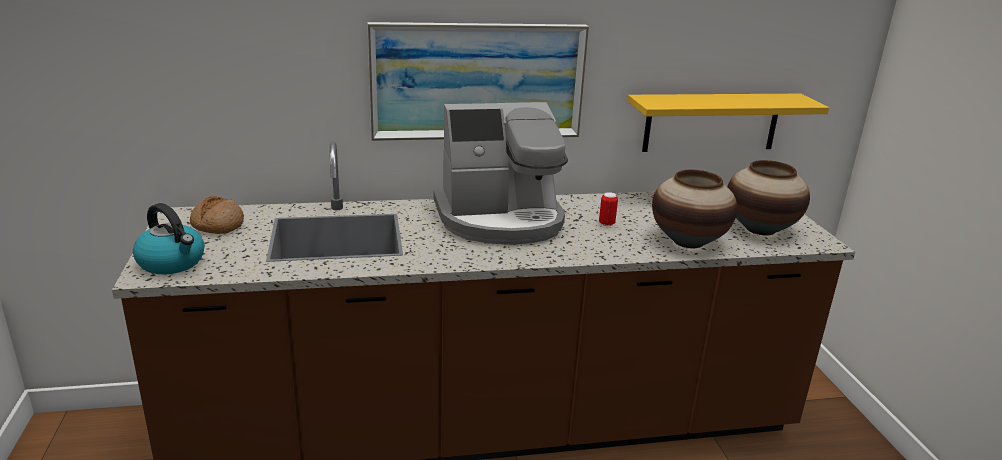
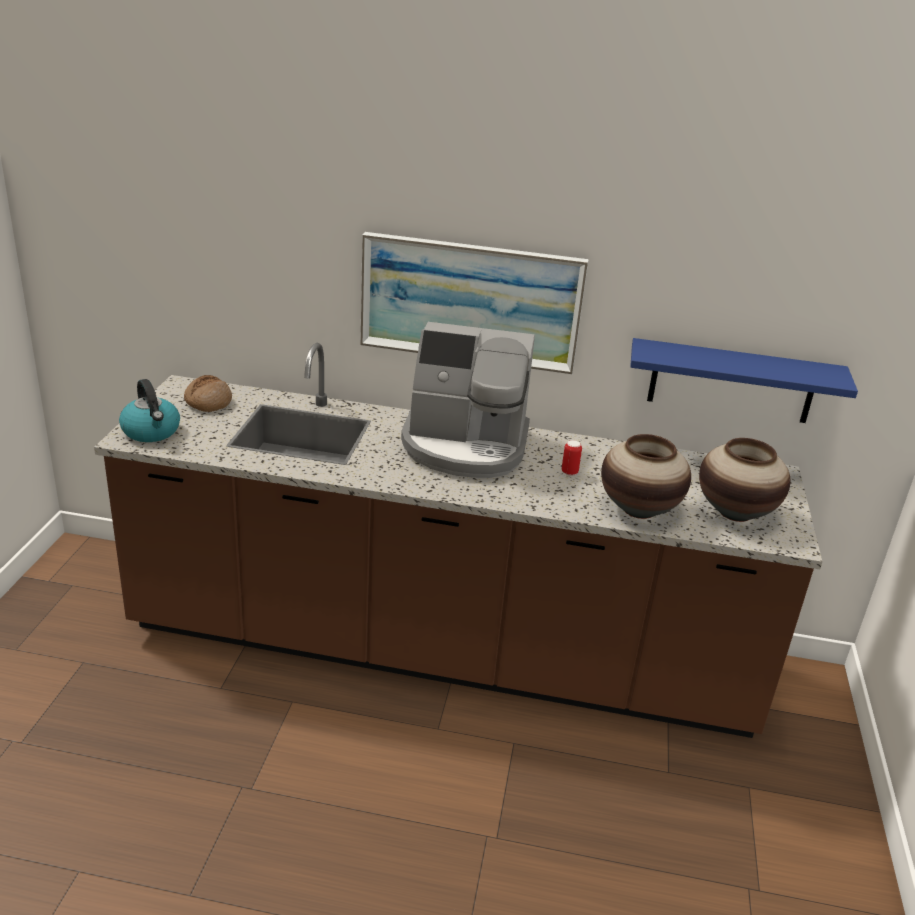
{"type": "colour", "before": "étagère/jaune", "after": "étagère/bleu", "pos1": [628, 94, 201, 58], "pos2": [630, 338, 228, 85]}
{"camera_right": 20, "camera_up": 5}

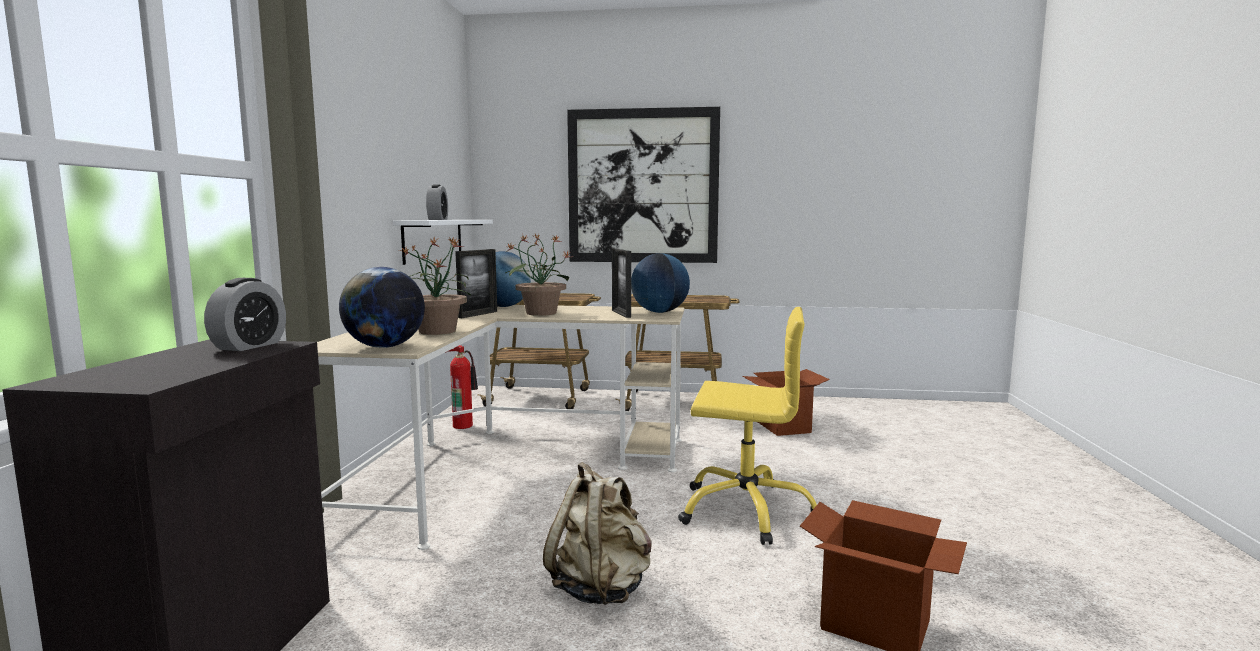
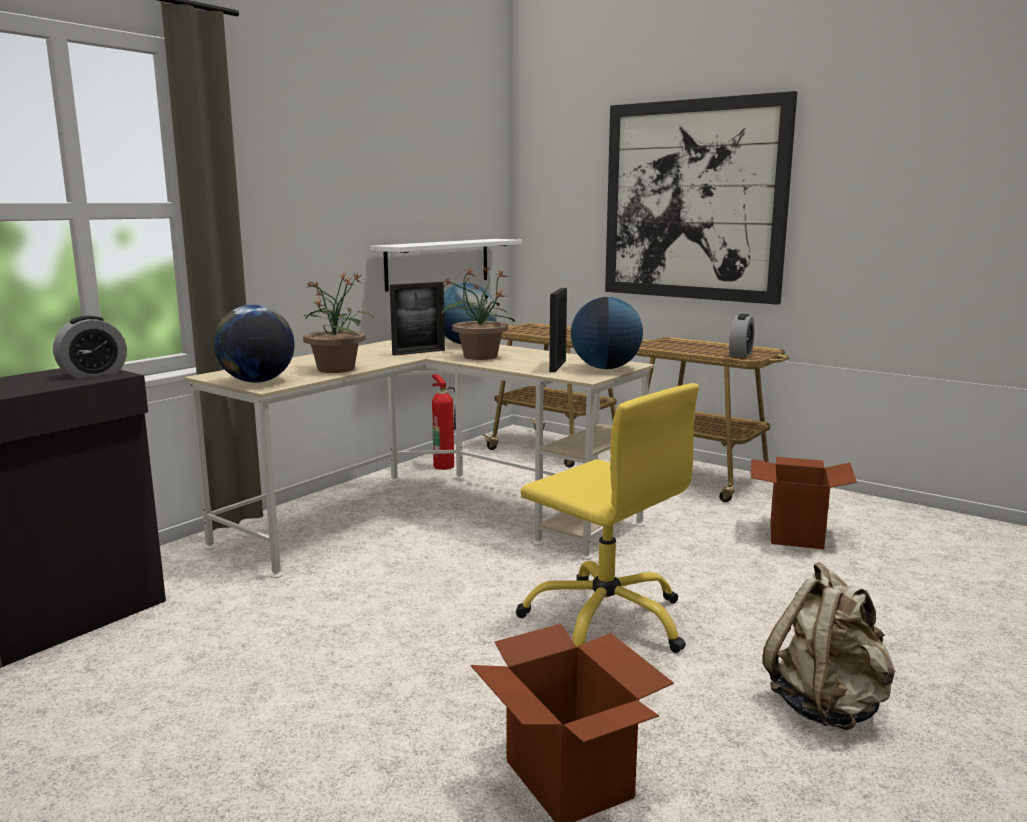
{"type": "relocated", "before": "réveil", "pos1": [426, 184, 22, 36], "pos2": [729, 314, 26, 44]}
{"type": "relocated", "before": "sac à dos/beige", "pos1": [543, 462, 109, 143], "pos2": [762, 562, 133, 168]}
{"camera_right": 30, "camera_up": 5}

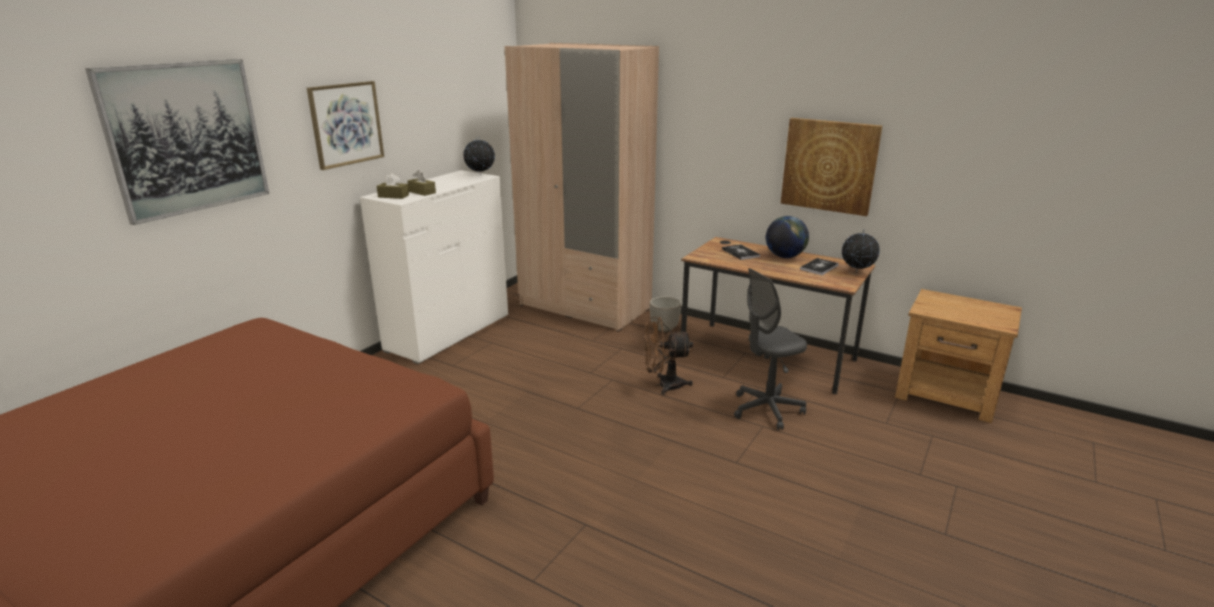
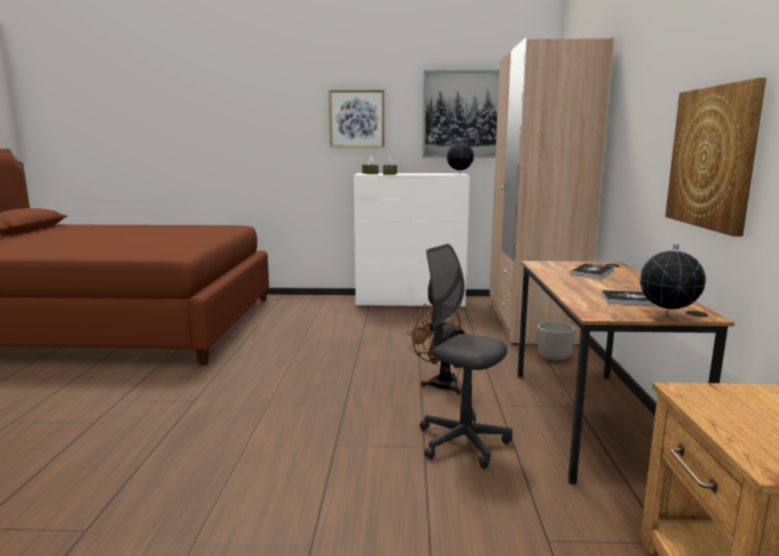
{"type": "relocated", "before": "tableau", "pos1": [85, 59, 184, 166], "pos2": [423, 70, 76, 88]}
{"type": "missing", "before": "globe", "pos1": [766, 216, 43, 42]}
{"camera_right": 60, "camera_up": -10}

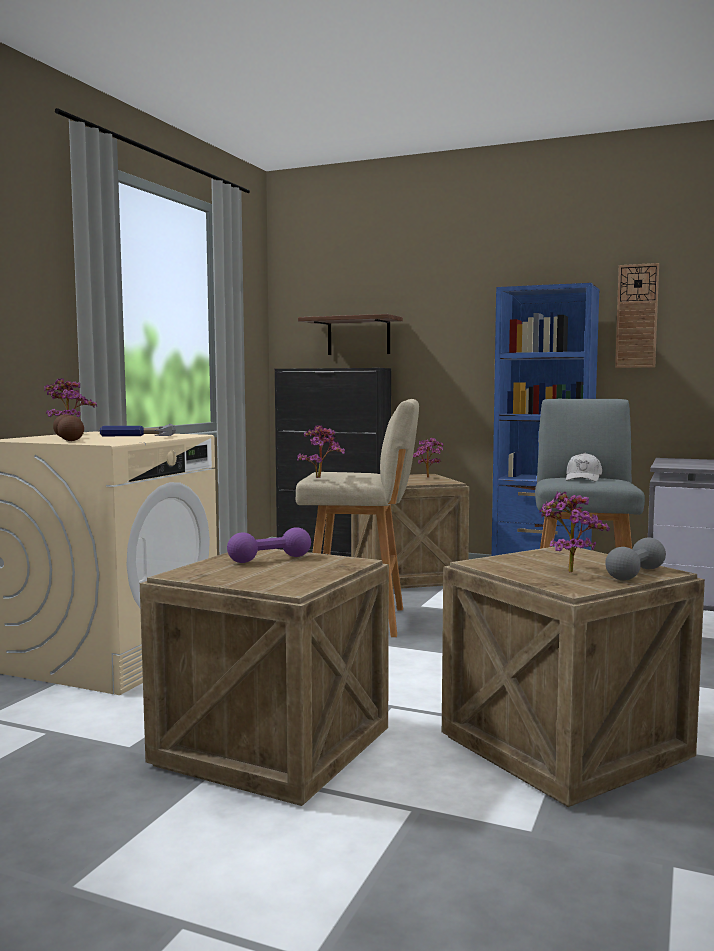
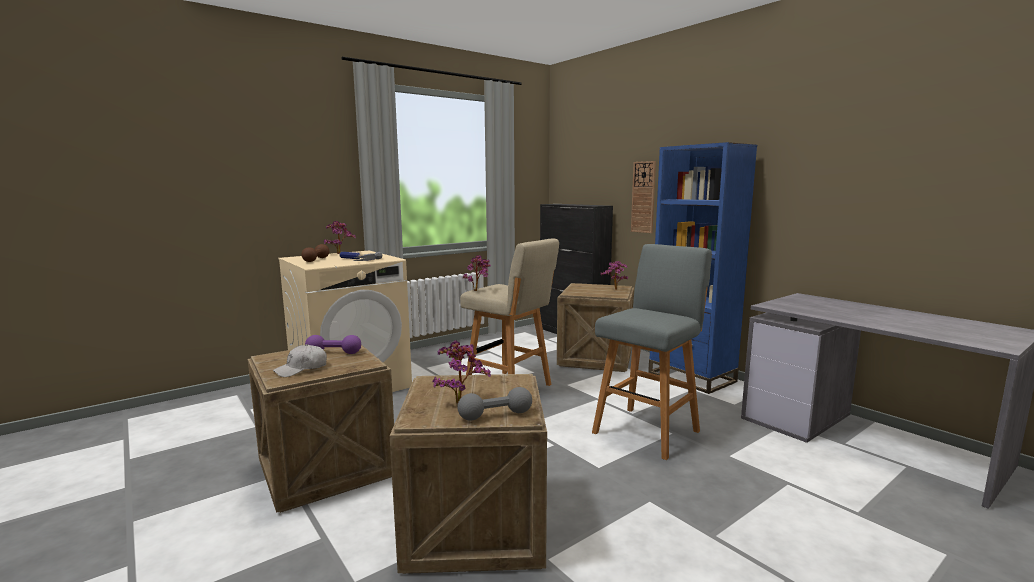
{"type": "relocated", "before": "horloge murale", "pos1": [615, 263, 44, 105], "pos2": [631, 161, 25, 72]}
{"type": "missing", "before": "étagère", "pos1": [298, 314, 105, 41]}
{"type": "relocated", "before": "casquette/blanc", "pos1": [566, 453, 36, 28], "pos2": [273, 344, 54, 33]}
{"camera_right": 30, "camera_up": 5}

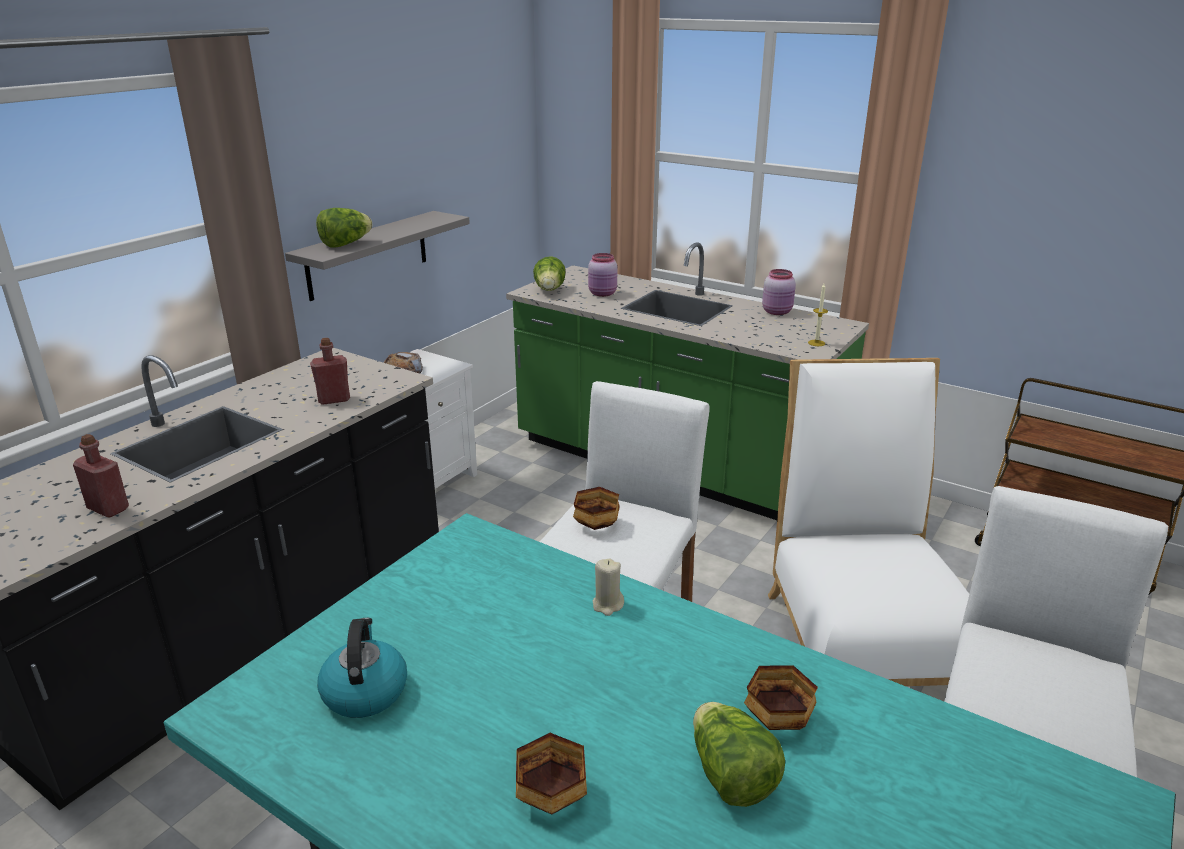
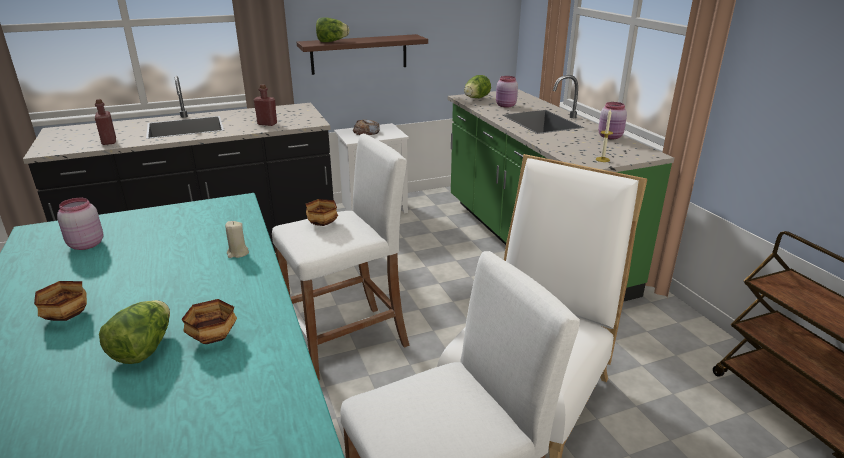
{"type": "colour", "before": "étagère/gris", "after": "étagère/marron", "pos1": [285, 211, 185, 90], "pos2": [297, 34, 131, 41]}
{"type": "exchanged", "before": "bouilloire", "after": "bocal/rose", "pos1": [318, 618, 89, 100], "pos2": [57, 198, 46, 52]}
{"camera_right": 35, "camera_up": 0}

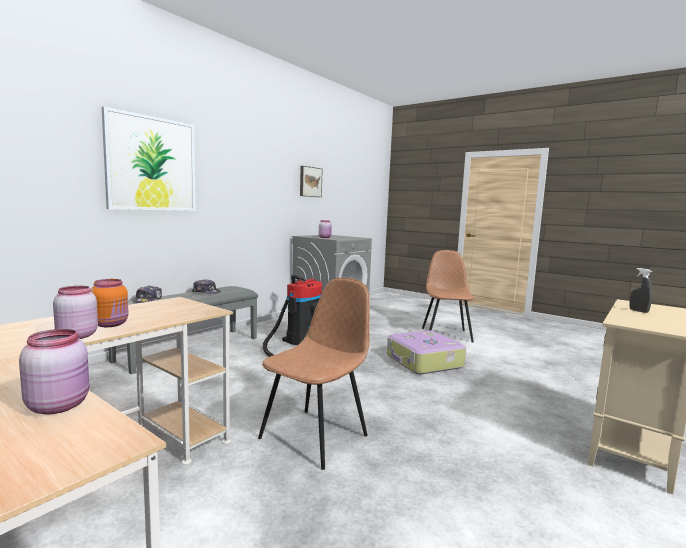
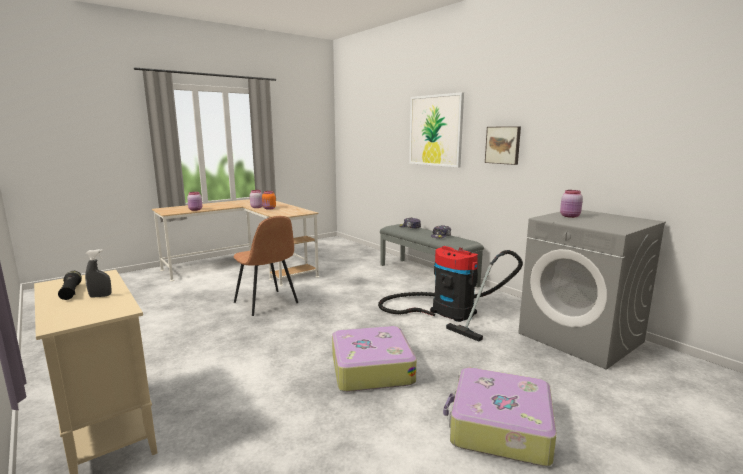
{"type": "relocated", "before": "tableau", "pos1": [300, 166, 23, 31], "pos2": [485, 126, 36, 39]}
{"type": "exchanged", "before": "chaise/marron", "after": "valise", "pos1": [422, 250, 52, 92], "pos2": [443, 368, 114, 98]}
{"type": "appeared", "after": "lampe de poche/noir", "pos2": [58, 271, 24, 29]}
{"camera_right": 105, "camera_up": 5}

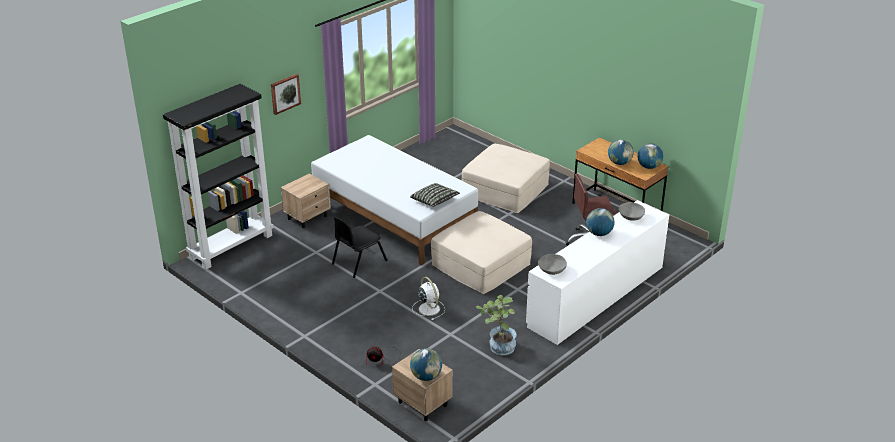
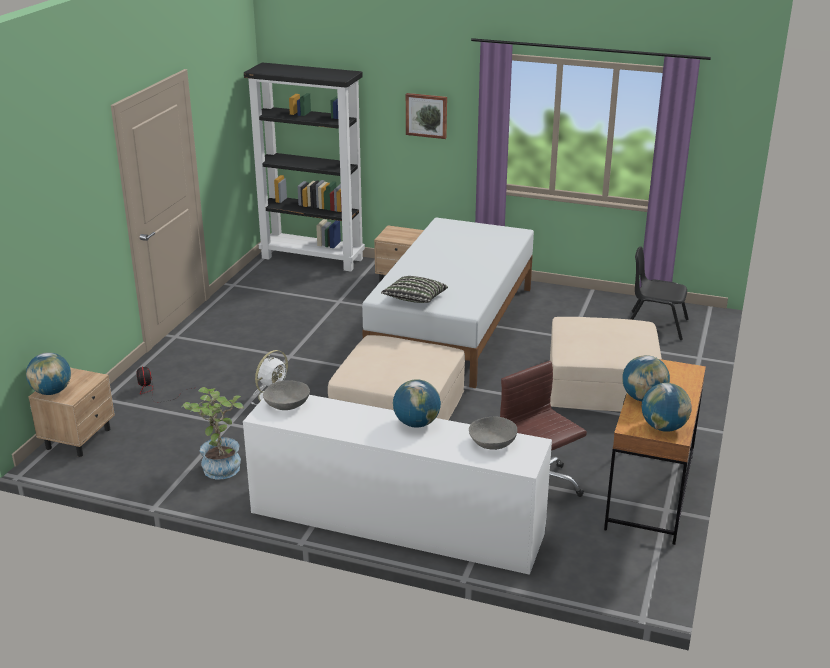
{"type": "relocated", "before": "chaise/noir", "pos1": [332, 217, 55, 61], "pos2": [630, 247, 59, 93]}
{"camera_right": 65, "camera_up": -5}

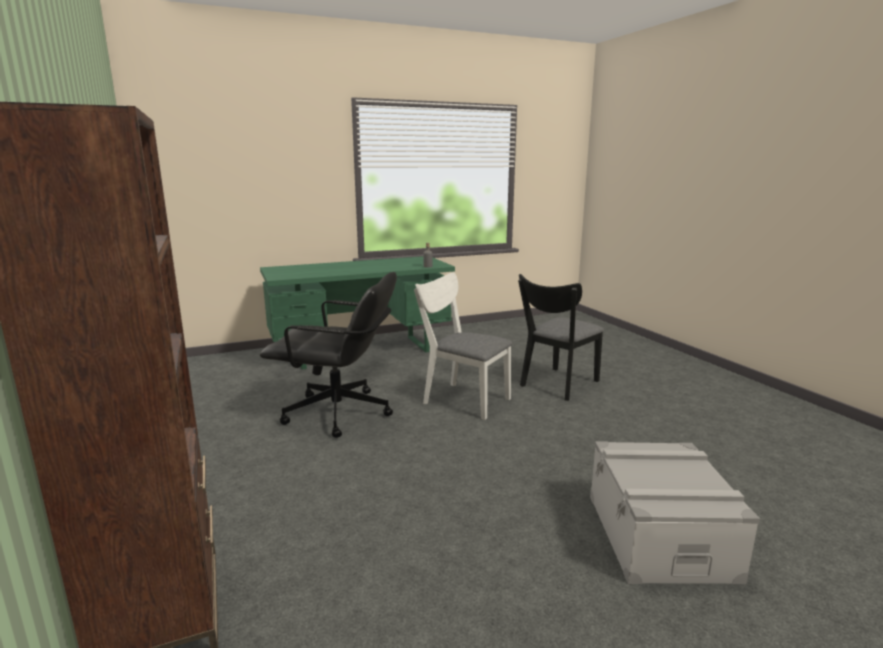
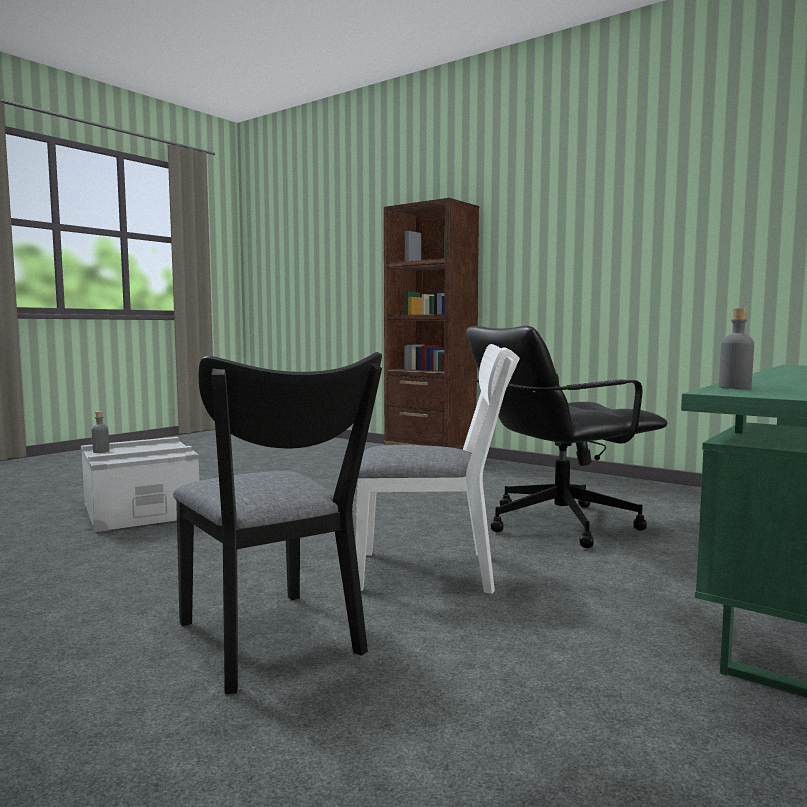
{"type": "spun", "before": "chaise/noir", "pos1": [518, 274, 86, 127], "pos2": [173, 352, 209, 342], "turn": 135}
{"type": "appeared", "after": "bouteille/gris", "pos2": [92, 411, 17, 42]}
{"camera_right": 150, "camera_up": -10}

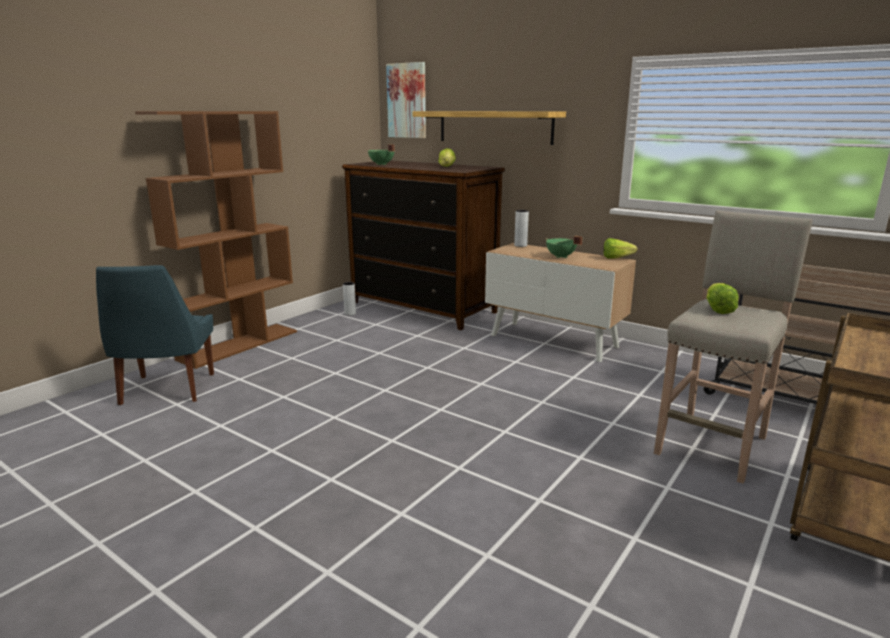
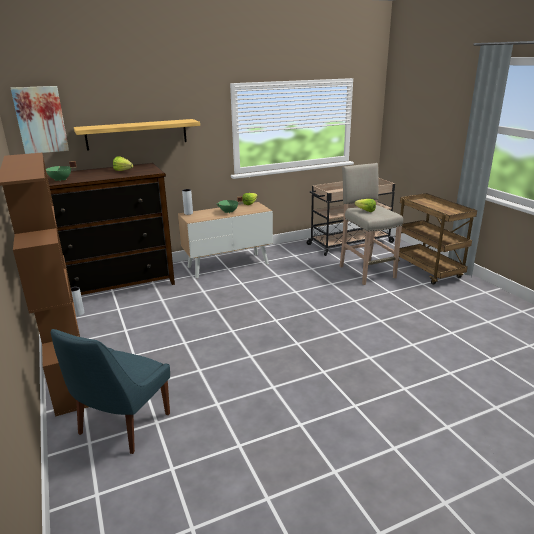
{"type": "spun", "before": "chaise/bleu", "pos1": [96, 265, 118, 140], "pos2": [51, 329, 119, 125], "turn": 90}
{"camera_right": -60, "camera_up": 5}

